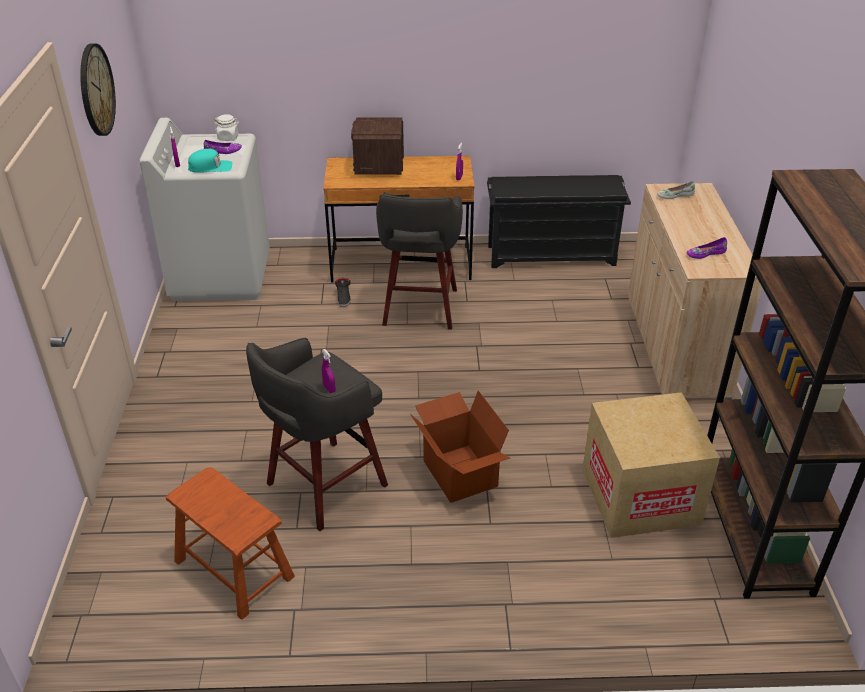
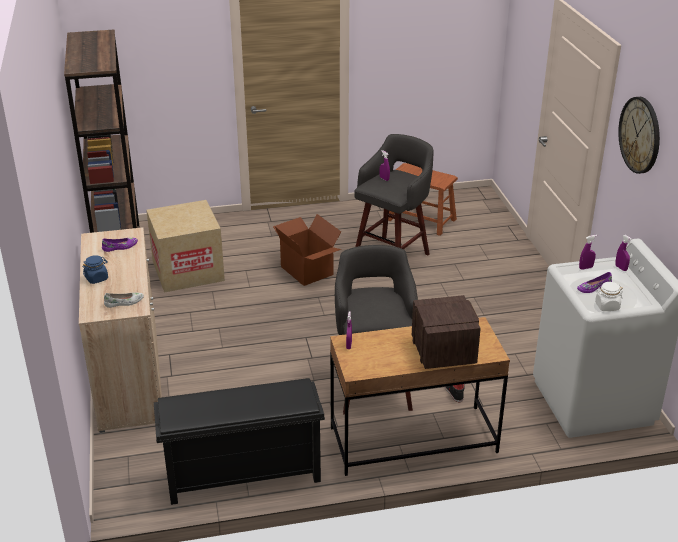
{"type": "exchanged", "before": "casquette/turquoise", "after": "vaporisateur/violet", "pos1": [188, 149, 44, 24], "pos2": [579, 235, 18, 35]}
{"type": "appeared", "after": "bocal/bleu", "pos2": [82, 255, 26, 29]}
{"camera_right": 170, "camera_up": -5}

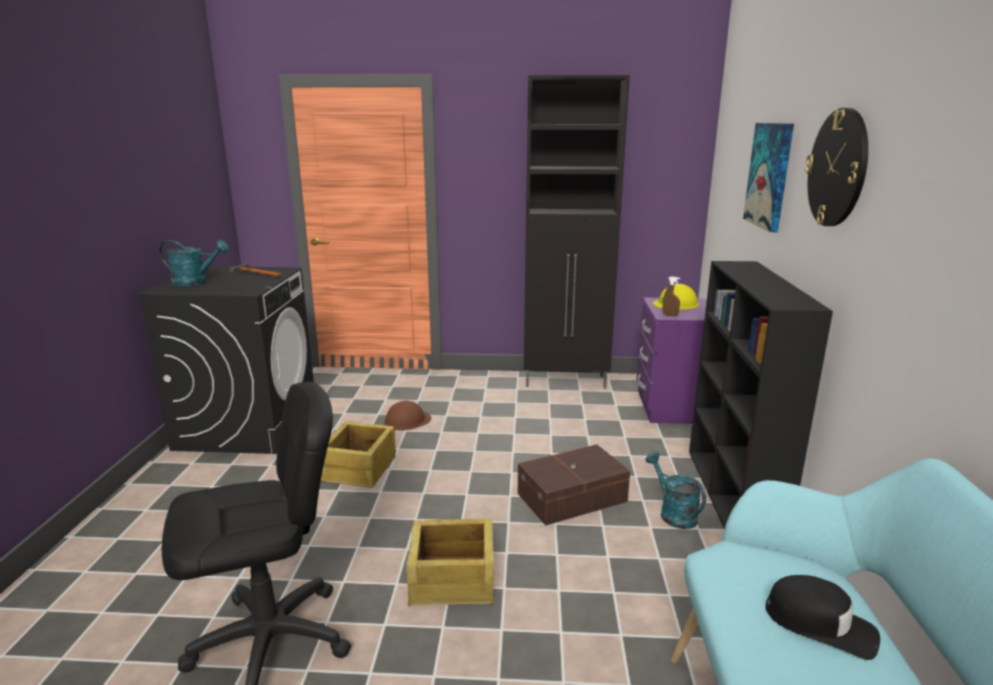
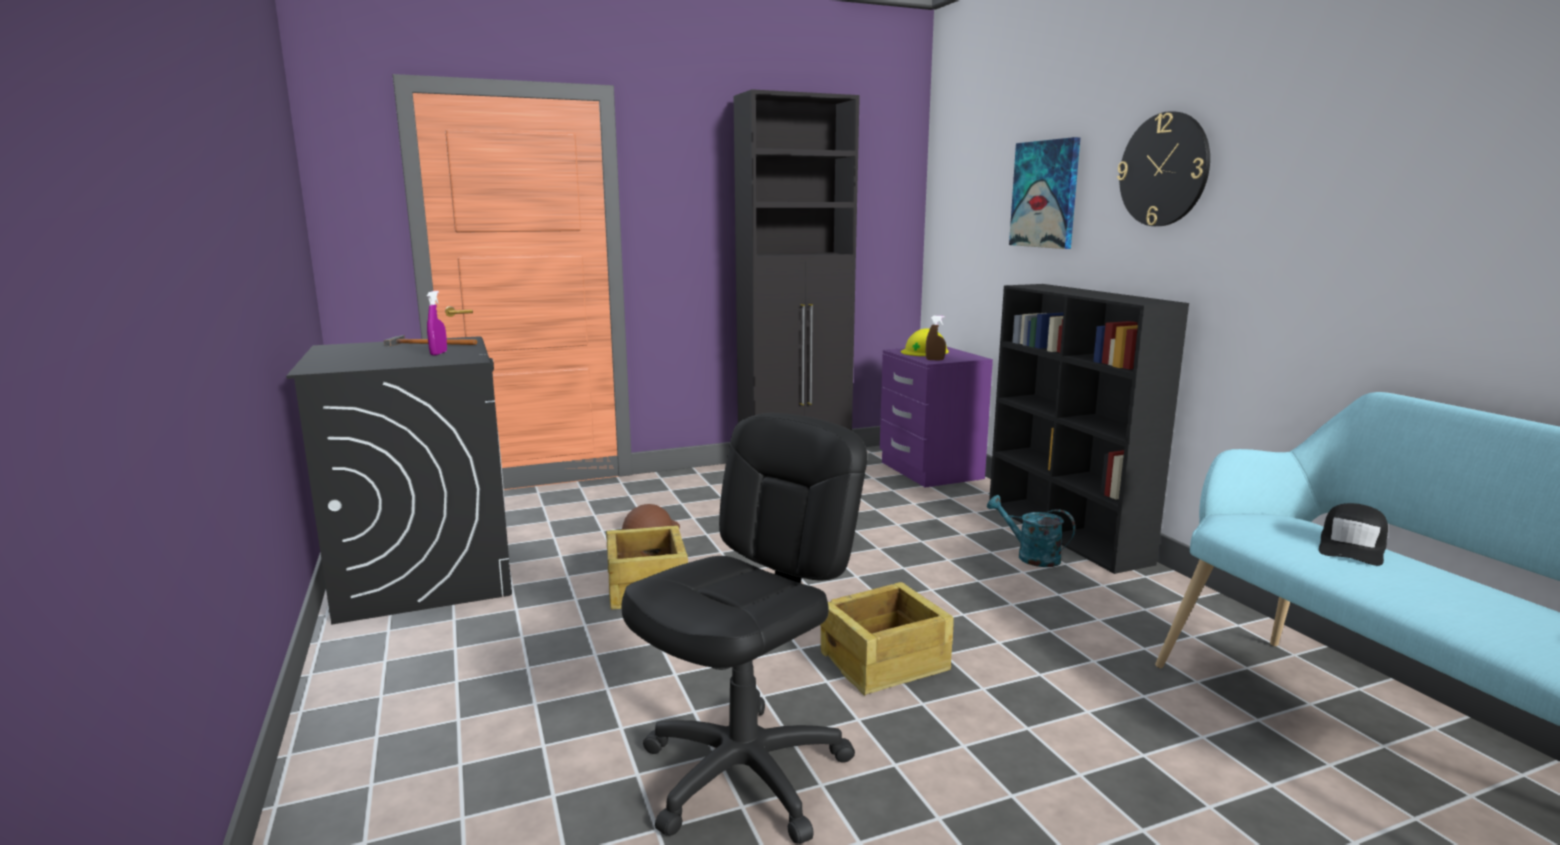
{"type": "missing", "before": "arrosoir/turquoise", "pos1": [159, 240, 70, 46]}
{"type": "missing", "before": "boîte de rangement/marron", "pos1": [518, 444, 112, 82]}
{"type": "spun", "before": "casquette/noir", "pos1": [765, 575, 115, 85], "pos2": [1319, 503, 69, 63], "turn": 120}
{"type": "appeared", "after": "vaporisateur/violet", "pos2": [427, 291, 20, 64]}
{"camera_right": -25, "camera_up": -5}

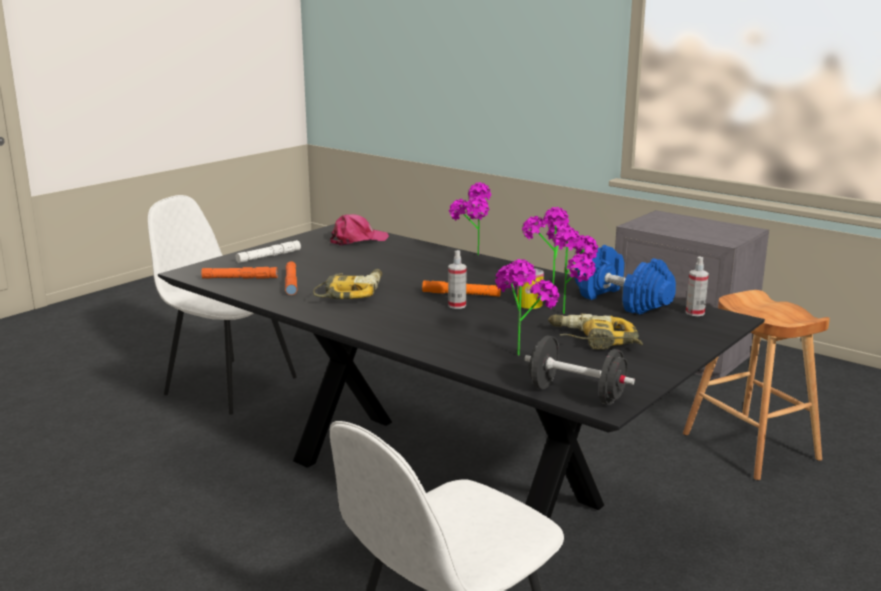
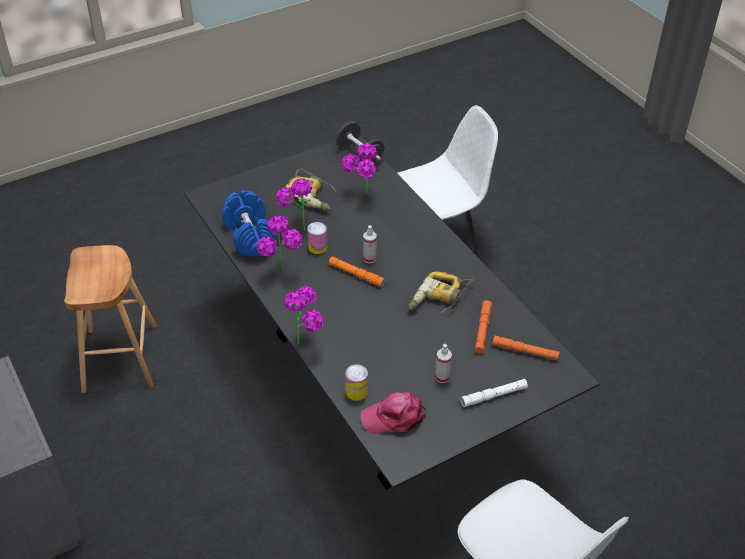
{"type": "relocated", "before": "vaporisateur", "pos1": [686, 256, 23, 60], "pos2": [435, 344, 17, 39]}
{"type": "appeared", "after": "boîte métallique", "pos2": [345, 364, 23, 37]}
{"camera_right": -160, "camera_up": 25}

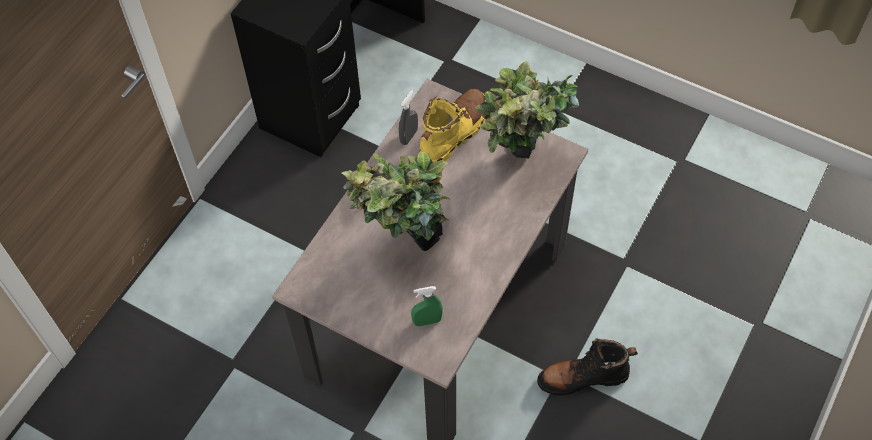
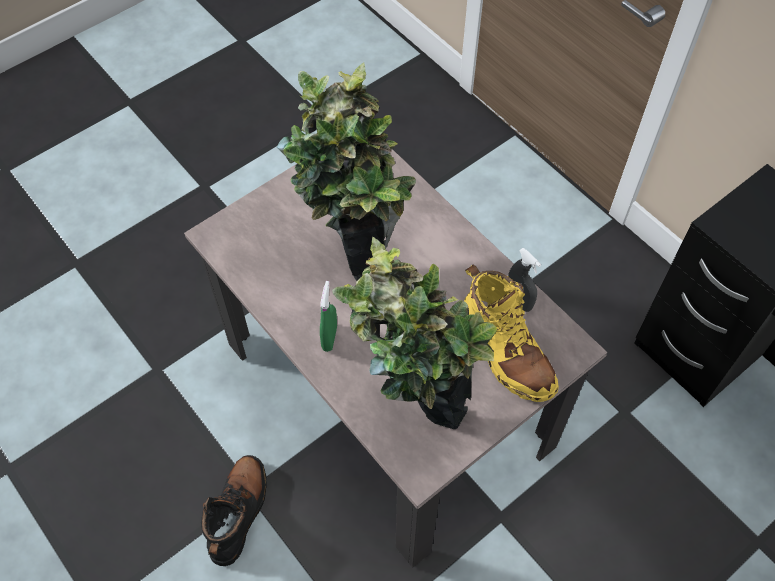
{"type": "relocated", "before": "vaporisateur/vert", "pos1": [411, 286, 32, 40], "pos2": [320, 281, 17, 71]}
{"camera_right": 110, "camera_up": 0}

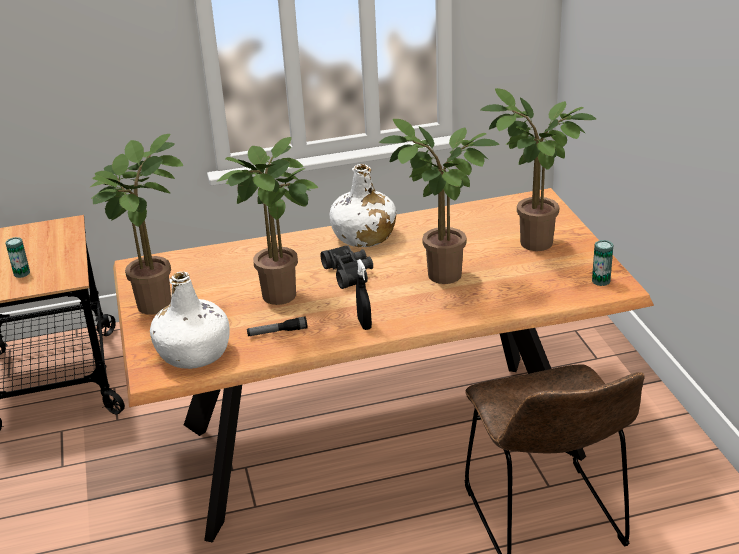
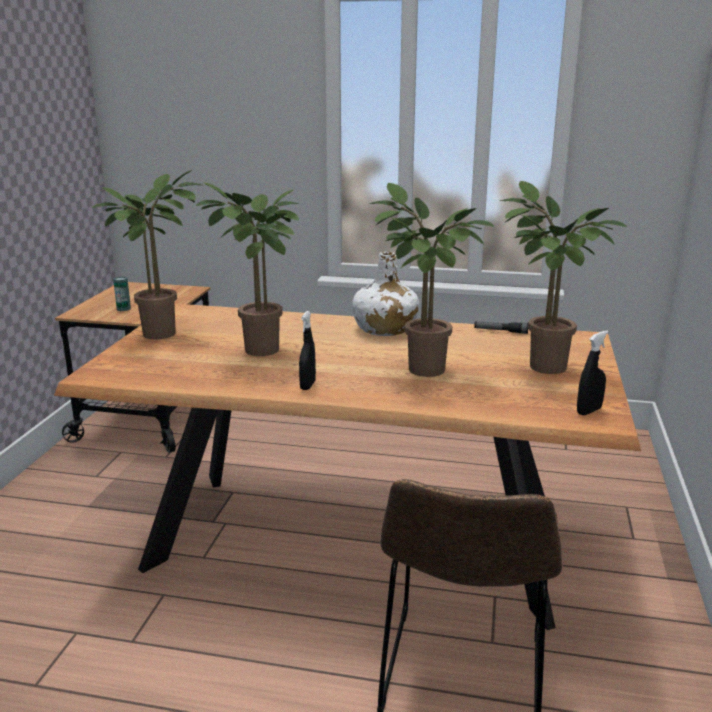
{"type": "exchanged", "before": "boîte métallique", "after": "vaporisateur/noir", "pos1": [592, 240, 21, 46], "pos2": [577, 331, 31, 84]}
{"type": "missing", "before": "jumelles/noir", "pos1": [320, 245, 53, 44]}
{"type": "missing", "before": "bouteille/blanc", "pos1": [150, 271, 80, 98]}
{"type": "relocated", "before": "lampe de poche", "pos1": [247, 316, 61, 20], "pos2": [474, 321, 54, 13]}
{"camera_right": 25, "camera_up": -10}

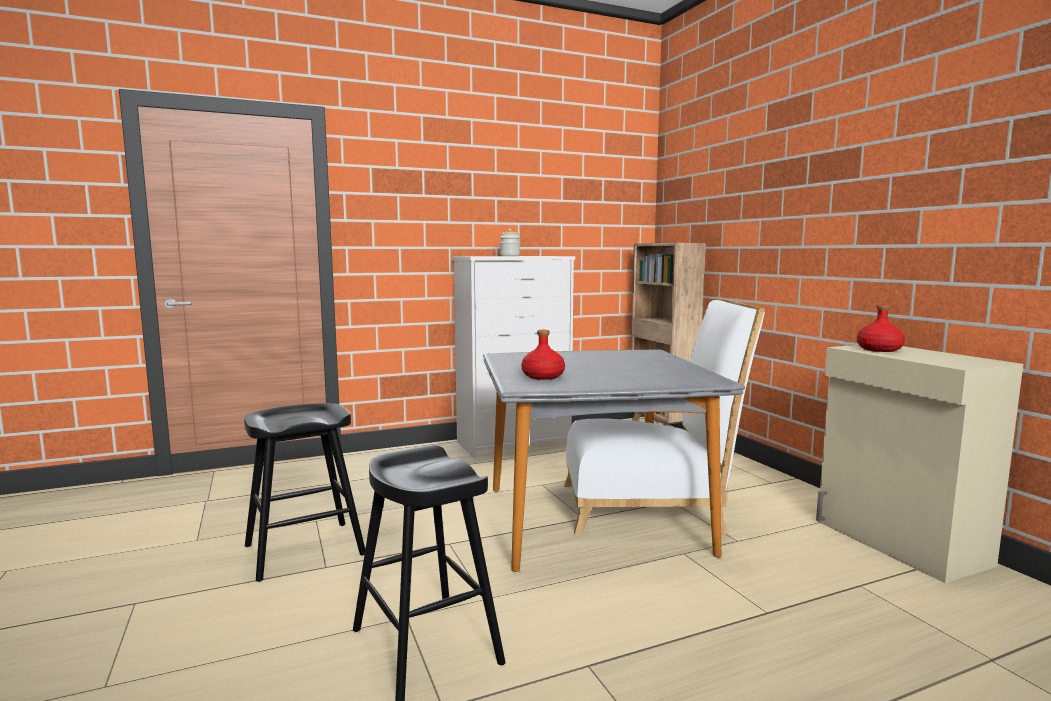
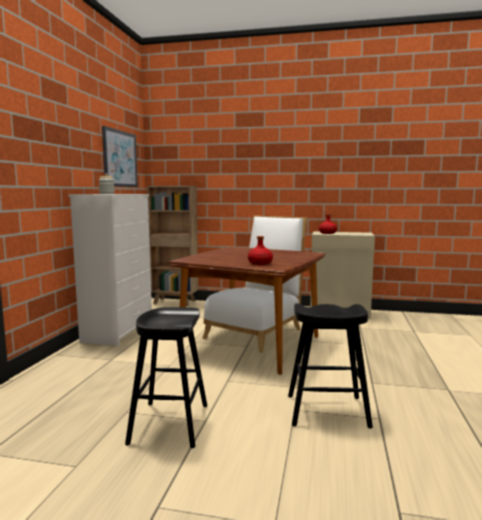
{"type": "colour", "before": "table à manger/gris", "after": "table à manger/marron", "pos1": [483, 349, 262, 223], "pos2": [169, 247, 157, 128]}
{"type": "appeared", "after": "tableau", "pos2": [102, 126, 36, 61]}
{"camera_right": -55, "camera_up": 0}

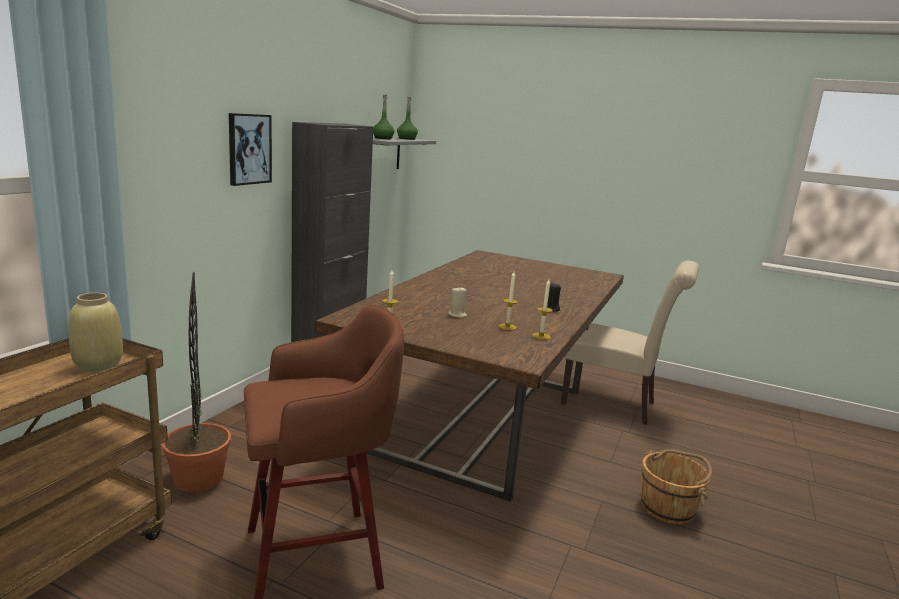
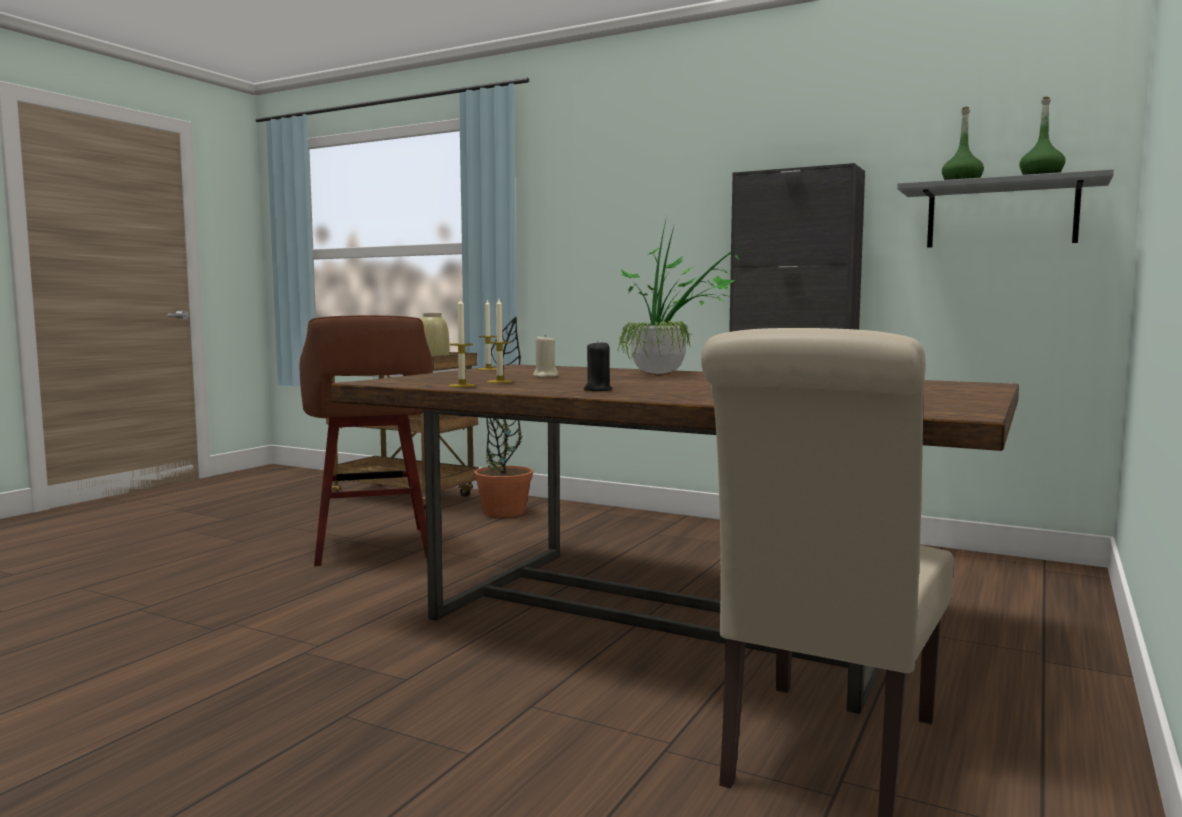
{"type": "missing", "before": "tableau", "pos1": [229, 113, 43, 73]}
{"type": "missing", "before": "seau/marron", "pos1": [641, 449, 71, 75]}
{"type": "appeared", "after": "plante en pot", "pos2": [618, 216, 126, 158]}
{"camera_right": 95, "camera_up": -10}

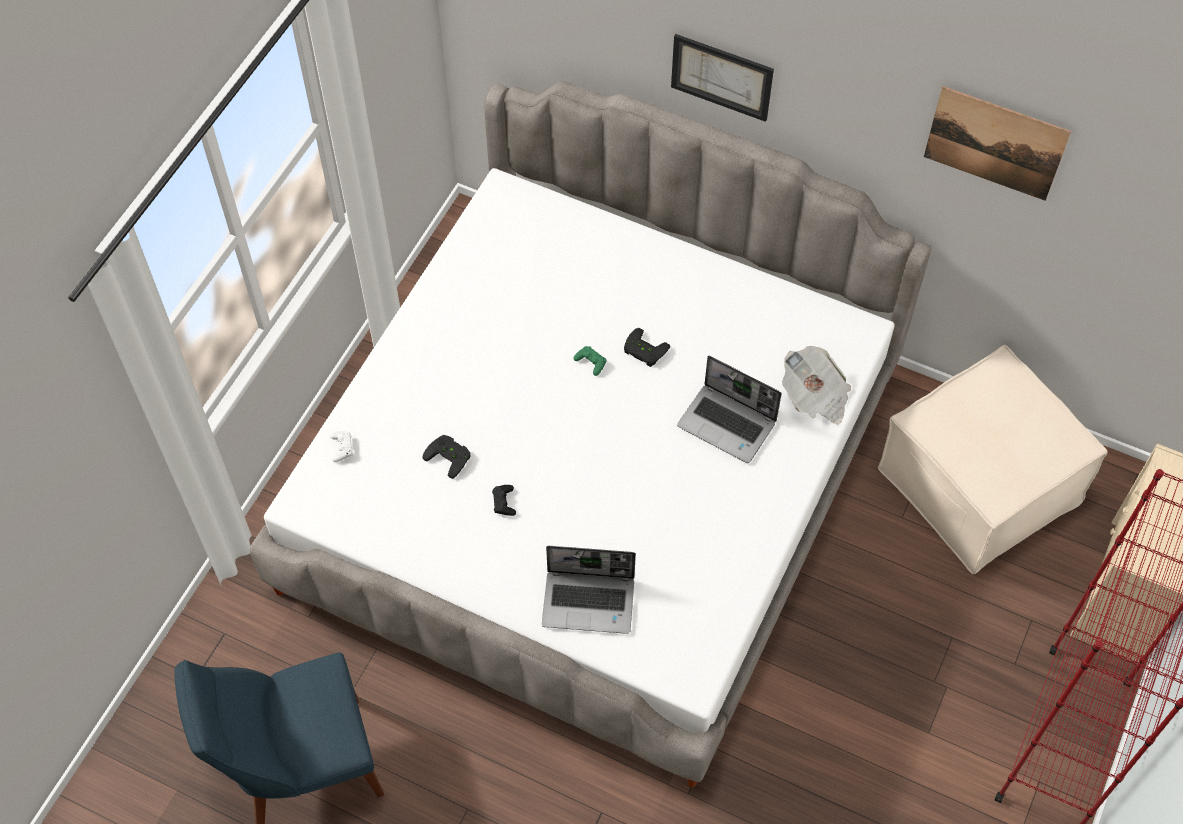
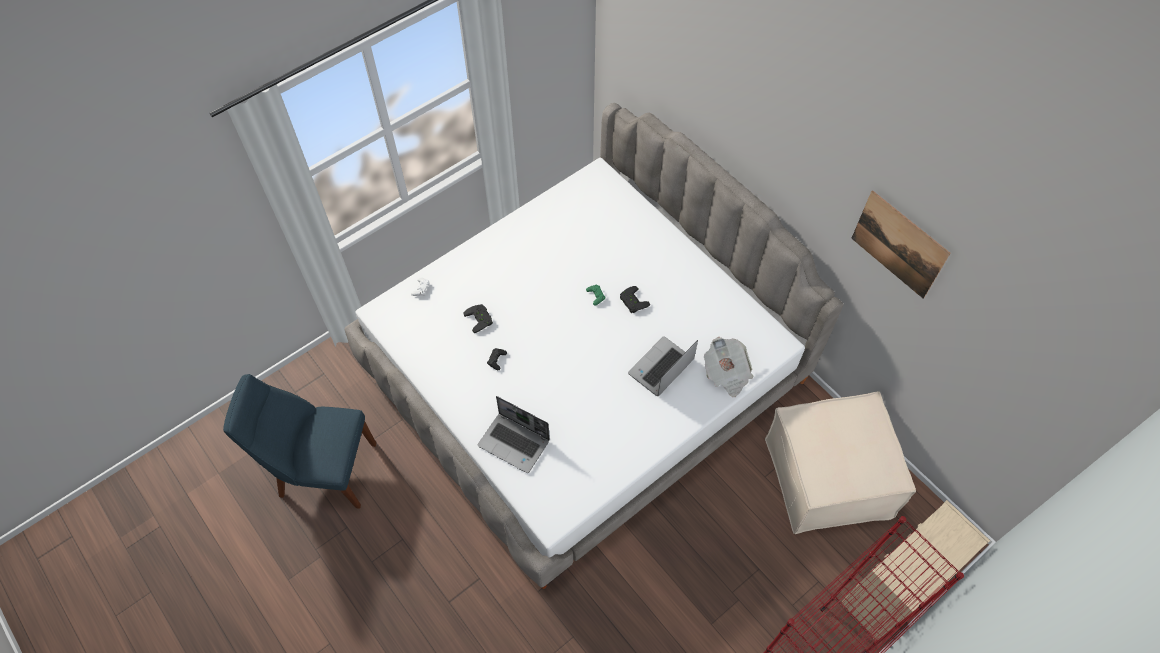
{"type": "missing", "before": "tableau", "pos1": [671, 34, 103, 88]}
{"type": "spun", "before": "ordinateur portable", "pos1": [677, 355, 105, 108], "pos2": [628, 336, 70, 60], "turn": 75}
{"camera_right": 25, "camera_up": 0}

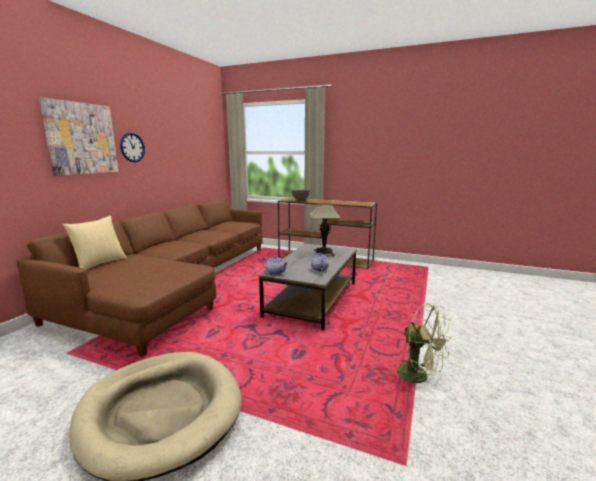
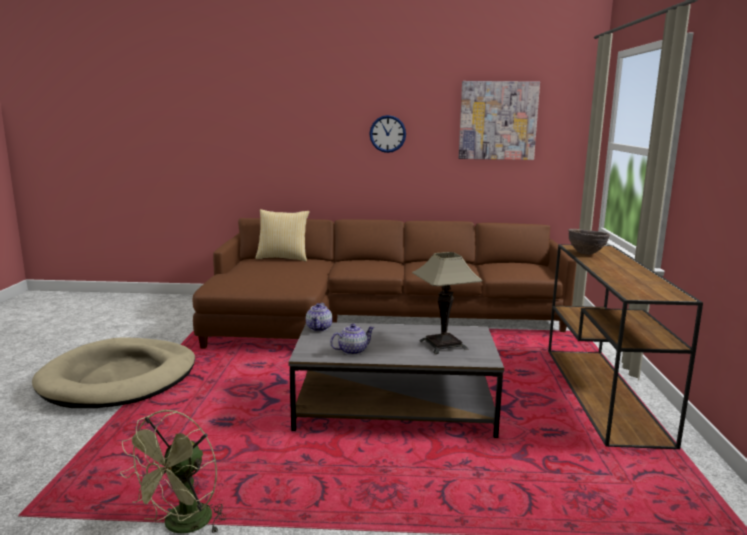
{"type": "relocated", "before": "tableau", "pos1": [39, 97, 79, 79], "pos2": [459, 81, 81, 79]}
{"camera_right": 70, "camera_up": 0}

